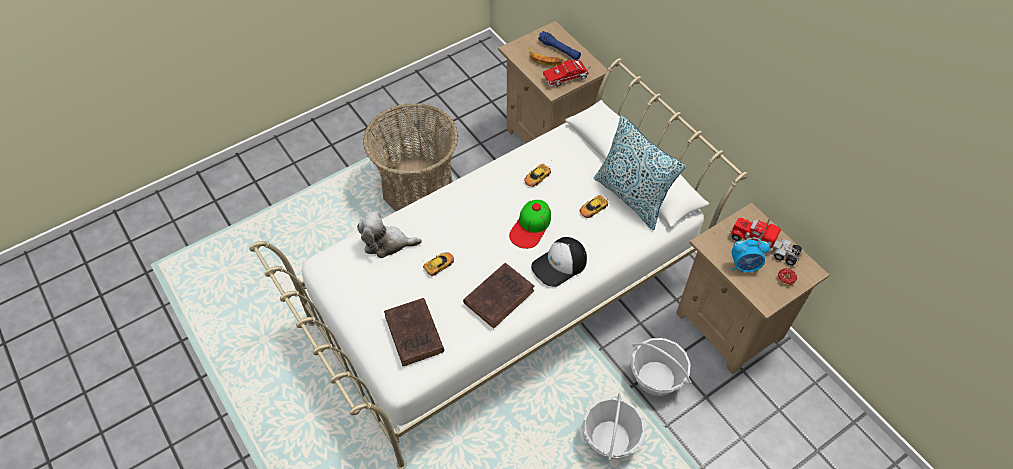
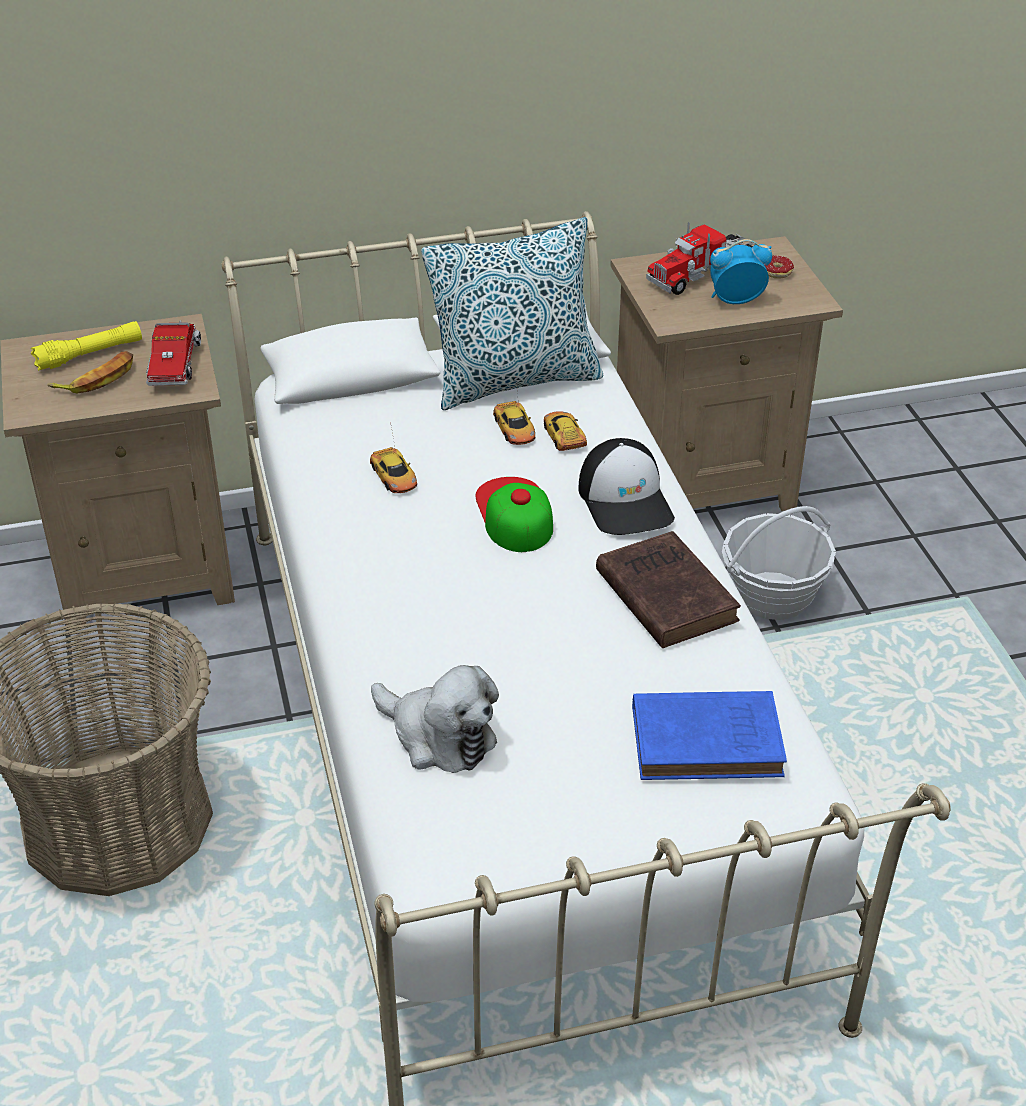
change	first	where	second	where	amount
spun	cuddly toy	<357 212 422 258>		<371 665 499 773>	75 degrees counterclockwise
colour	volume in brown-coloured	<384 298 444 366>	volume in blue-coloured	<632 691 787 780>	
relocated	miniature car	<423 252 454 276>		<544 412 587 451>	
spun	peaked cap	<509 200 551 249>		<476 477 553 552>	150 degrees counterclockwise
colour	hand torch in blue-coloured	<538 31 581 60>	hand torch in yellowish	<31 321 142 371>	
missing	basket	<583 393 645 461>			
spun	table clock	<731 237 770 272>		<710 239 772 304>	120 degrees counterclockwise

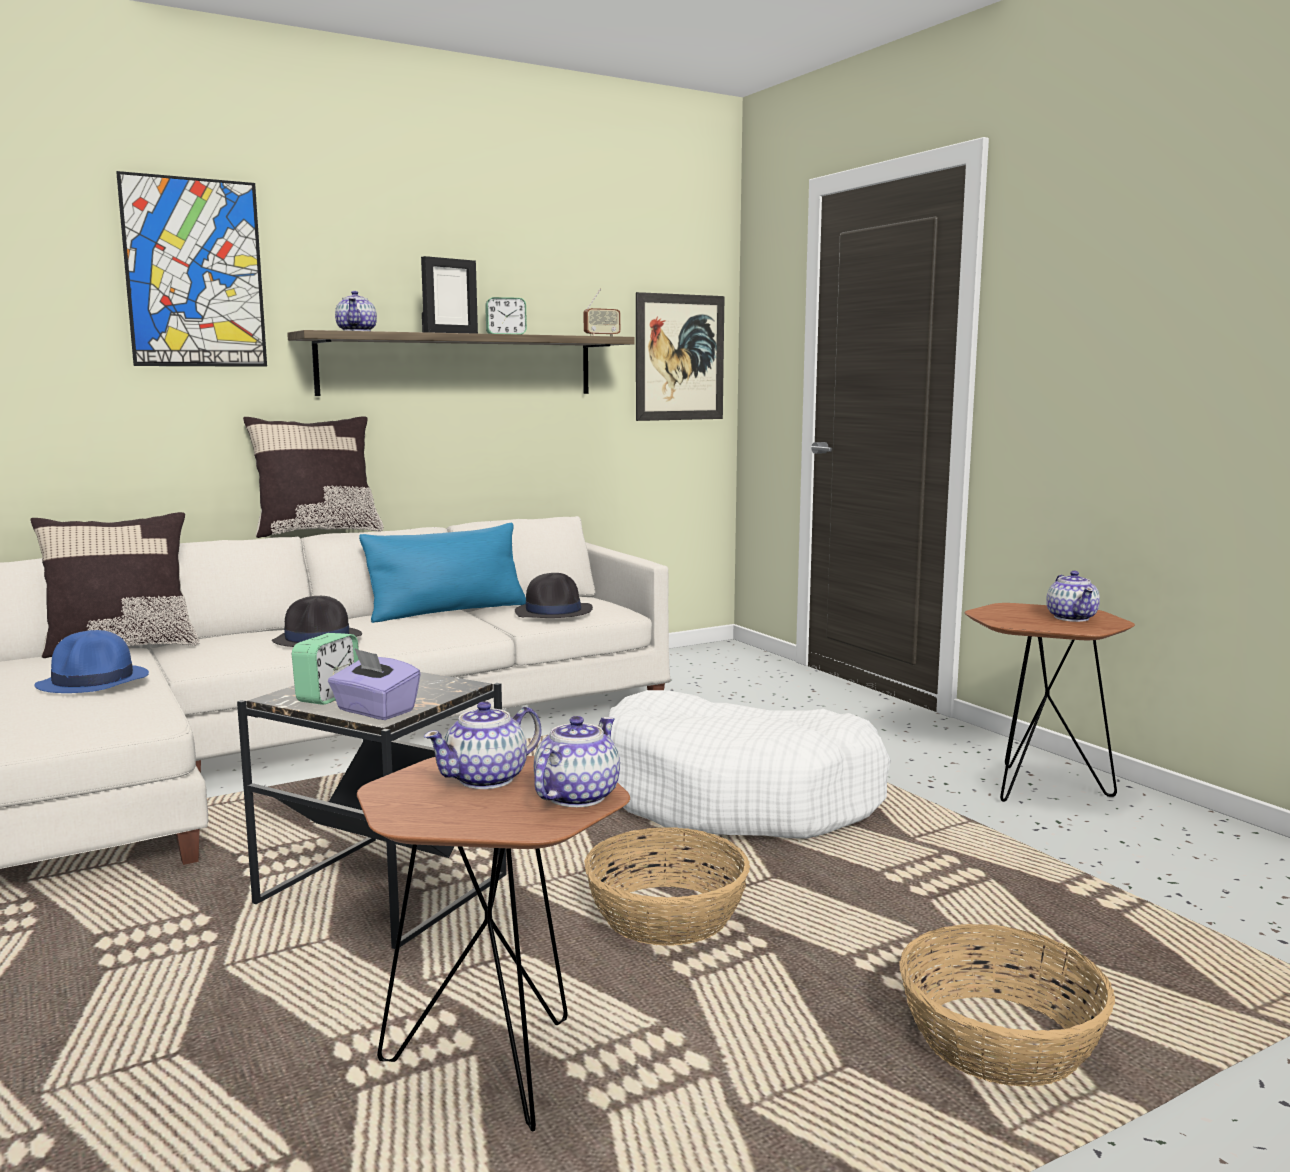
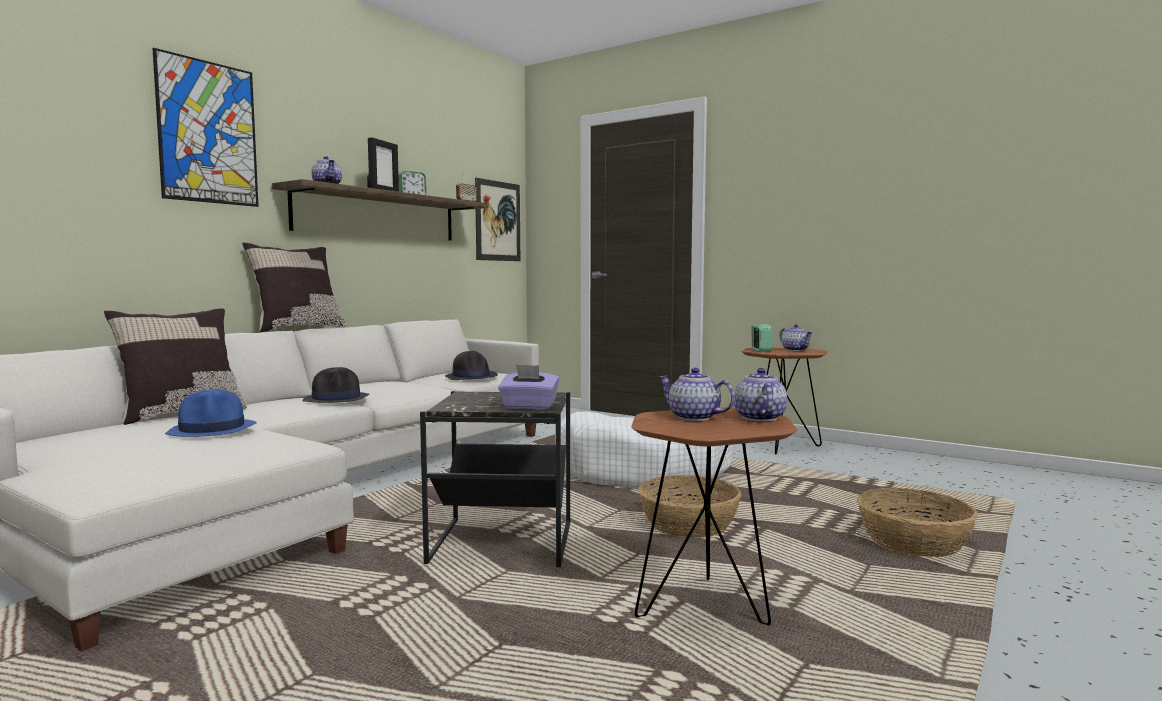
change	first	where	second	where	amount
relocated	table clock	<292 633 359 705>		<752 324 773 352>	
missing	pillow in blue-coloured	<359 523 526 623>			
spun	tea pot	<424 701 542 789>		<658 368 735 421>	105 degrees clockwise

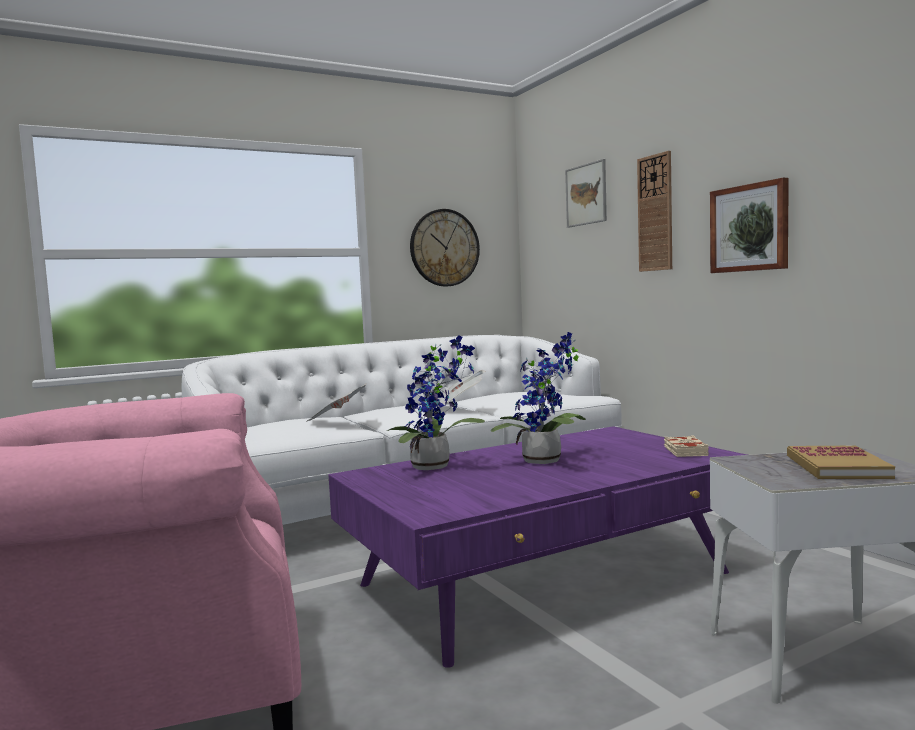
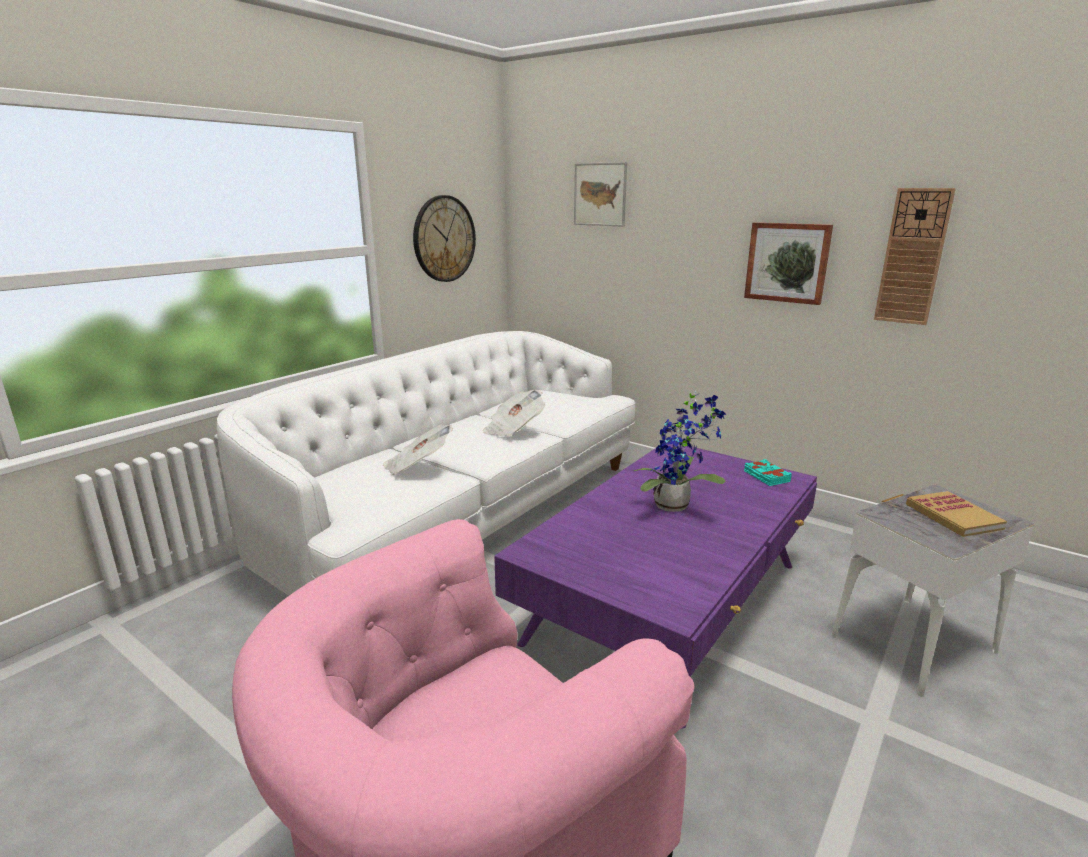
change	first	where	second	where	amount
missing	houseplant	<387 335 485 470>			
relocated	wall clock	<637 151 672 272>		<874 188 956 325>	
colour	volume in beige	<664 436 709 457>	volume in turquoise-coloured	<744 459 792 486>	

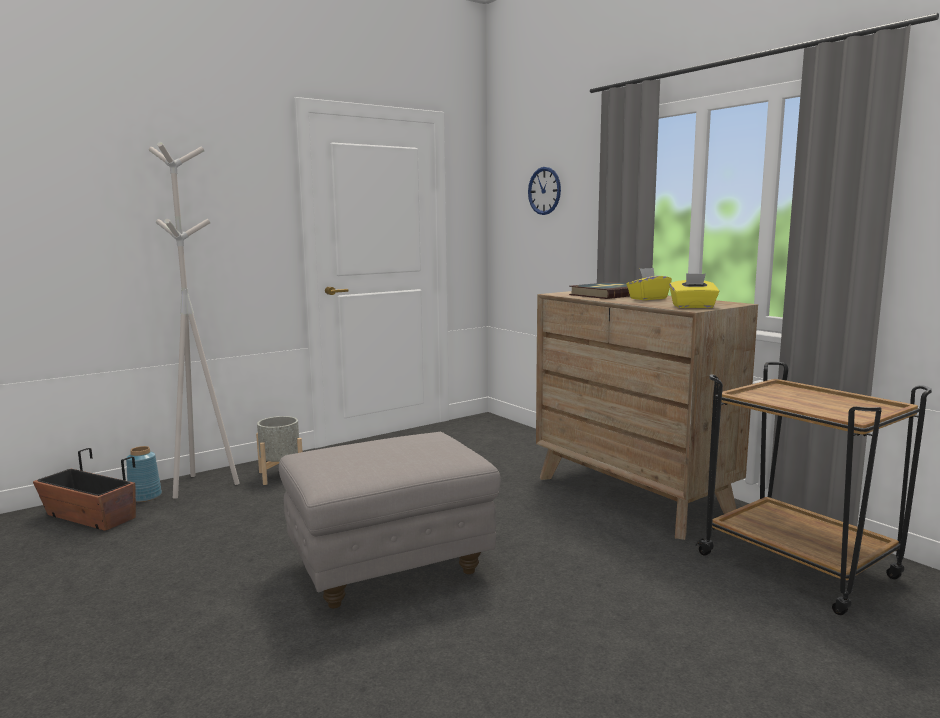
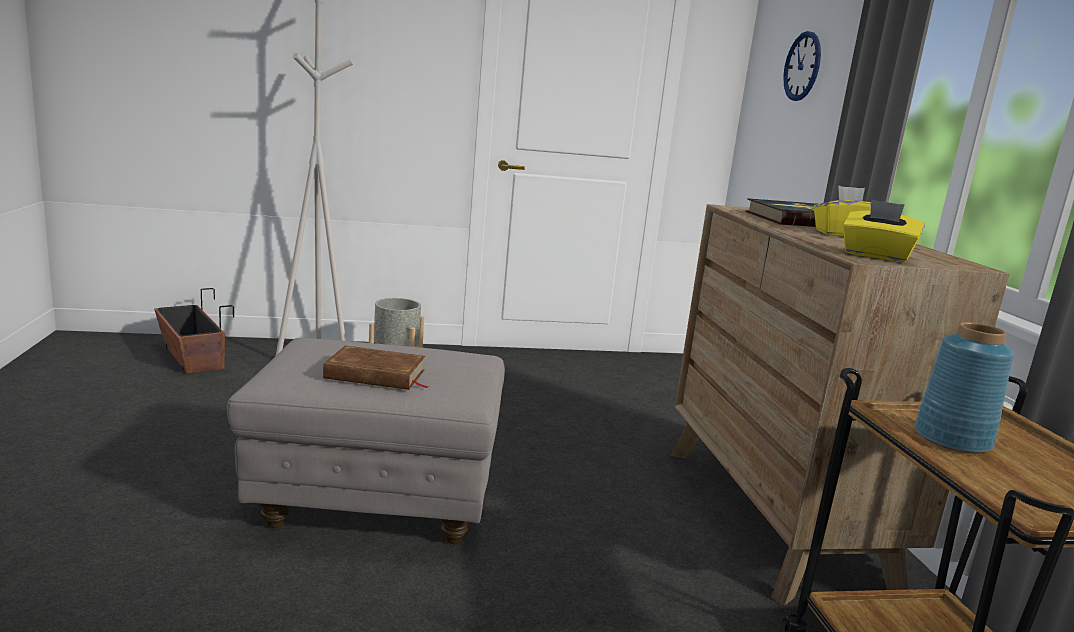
change	first	where	second	where	amount
relocated	decorative vase in blue-coloured	<126 446 162 502>		<914 322 1014 454>	
appeared			volume in brown-coloured	<323 346 429 390>	

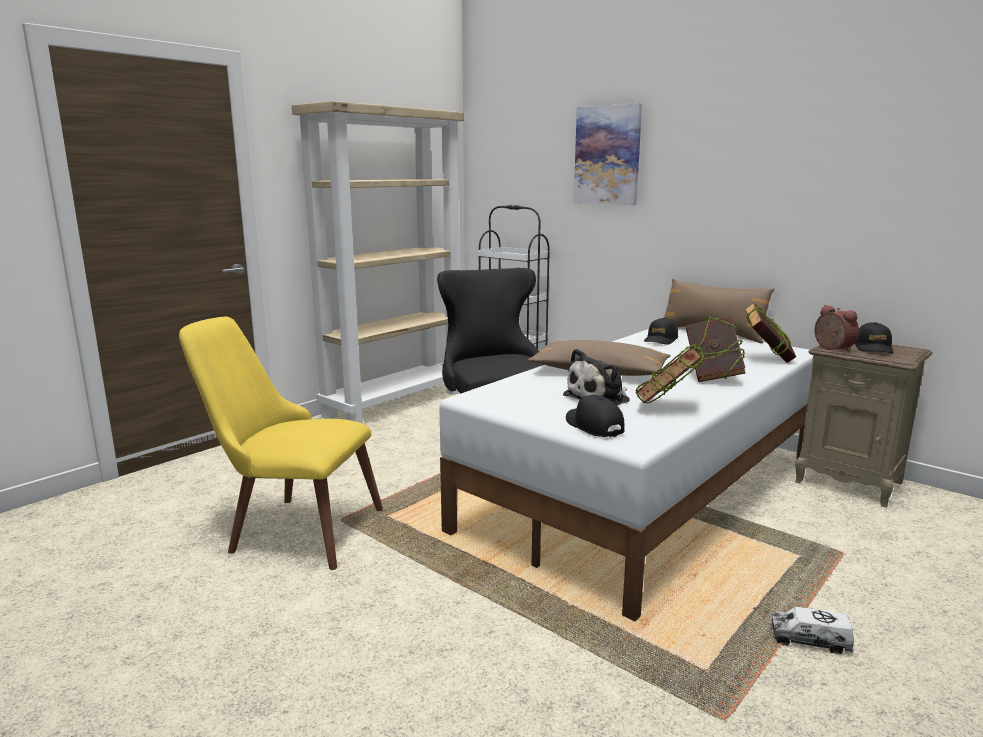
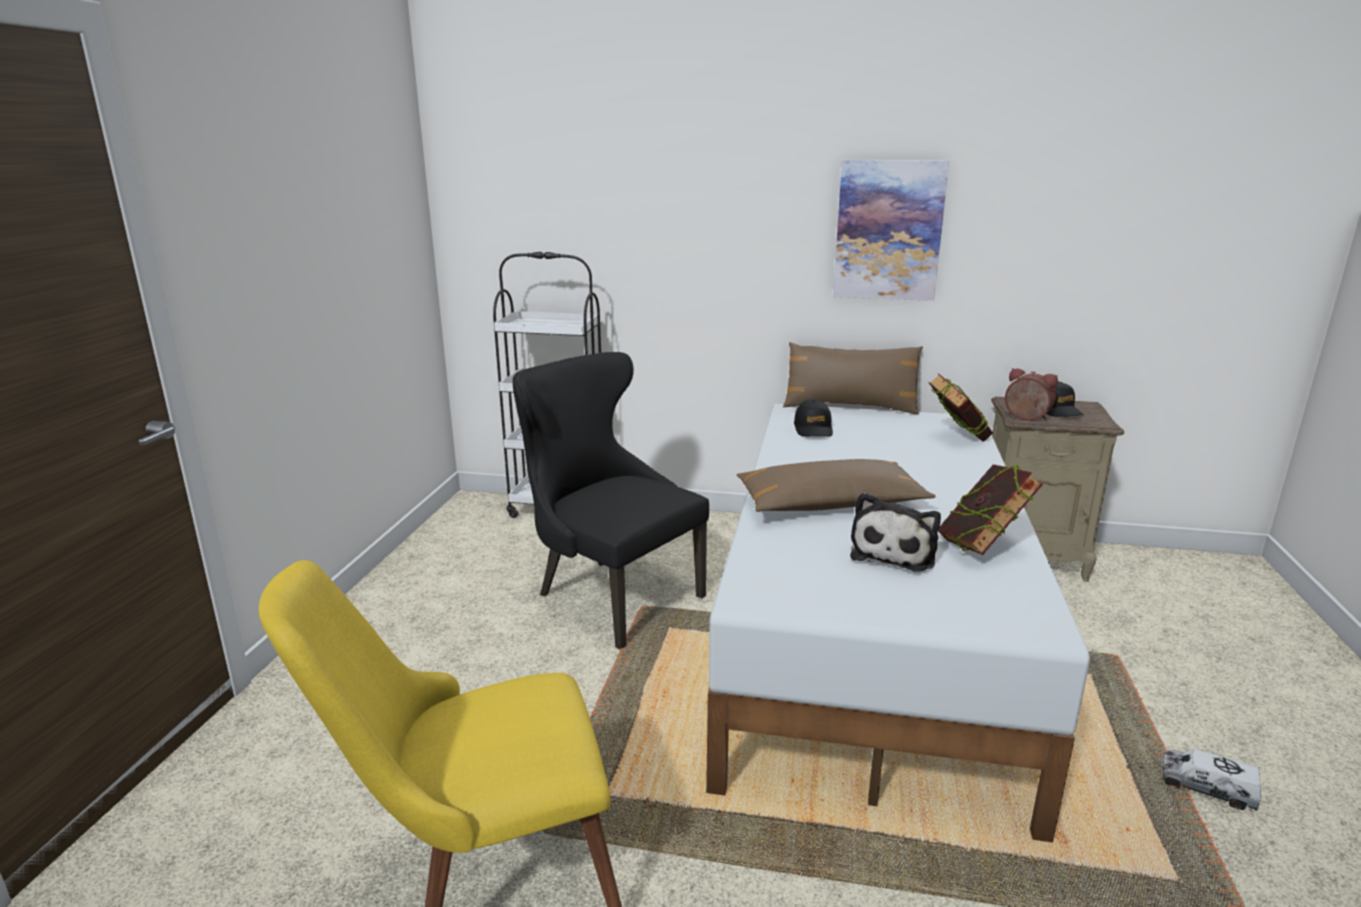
change	first	where	second	where	amount
missing	bookshelf in beige	<292 101 464 423>			
missing	peaked cap in blackish	<566 395 625 437>			
relocated	picture	<574 103 642 205>		<833 160 949 301>	
missing	volume	<686 316 745 382>			
spun	toy lorry	<770 607 854 654>		<1161 749 1261 811>	45 degrees clockwise

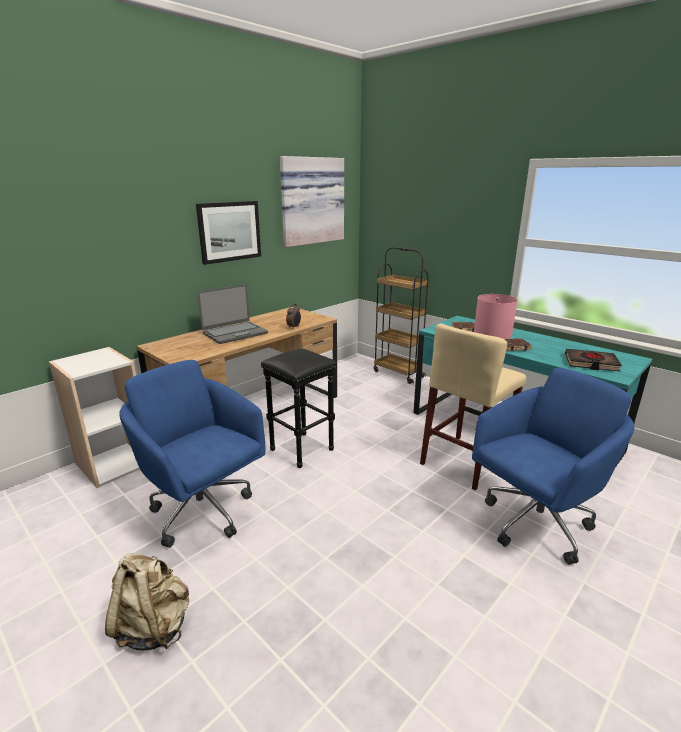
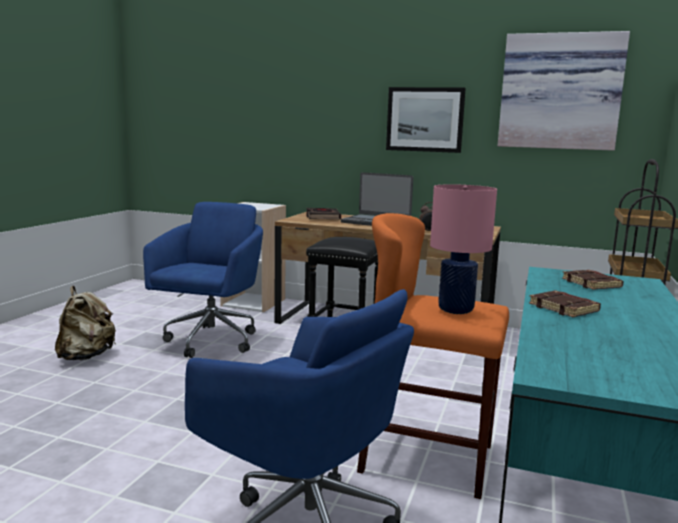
change	first	where	second	where	amount
colour	stool in beige	<420 324 526 490>	stool in orangey	<357 213 509 499>	
relocated	volume in blackish	<565 349 622 371>		<306 208 341 220>	

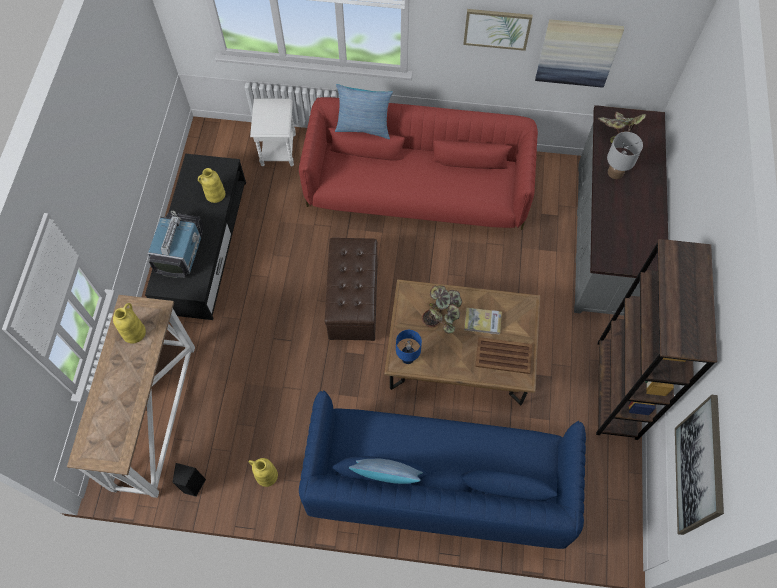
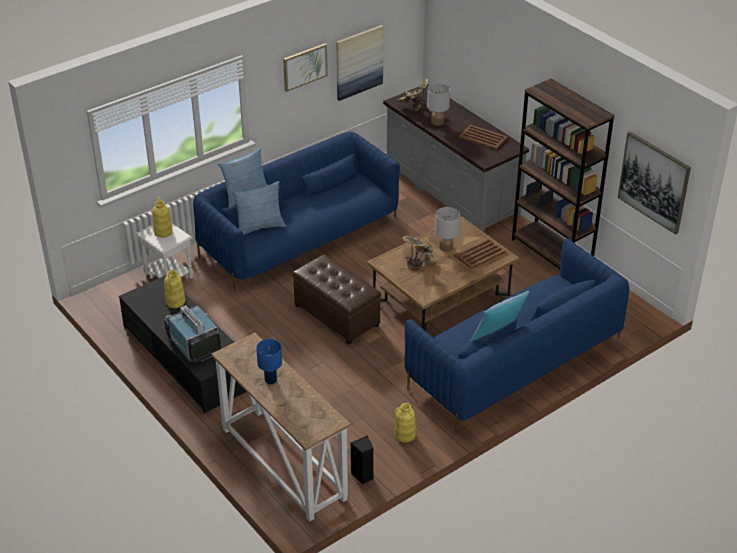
change	first	where	second	where	amount
relocated	decorative vase in yellowish	<113 303 146 343>		<153 197 173 238>	
colour	sofa in reddish	<299 97 538 230>	sofa in blue-coloured	<193 132 400 291>	
relocated	lamp for a table in blue-coloured	<396 330 422 364>		<256 339 282 384>	
exchanged	volume	<464 308 502 335>	lamp for a table in greyish	<435 207 460 252>	
appeared			pillow	<231 181 286 235>	
appeared			carrying tray in brown-coloured	<459 125 508 150>	

